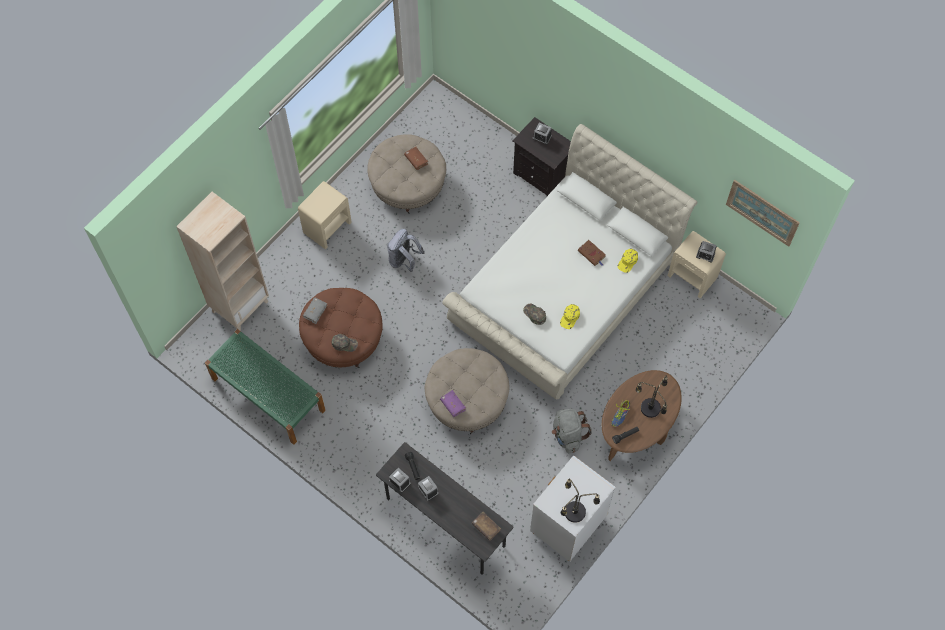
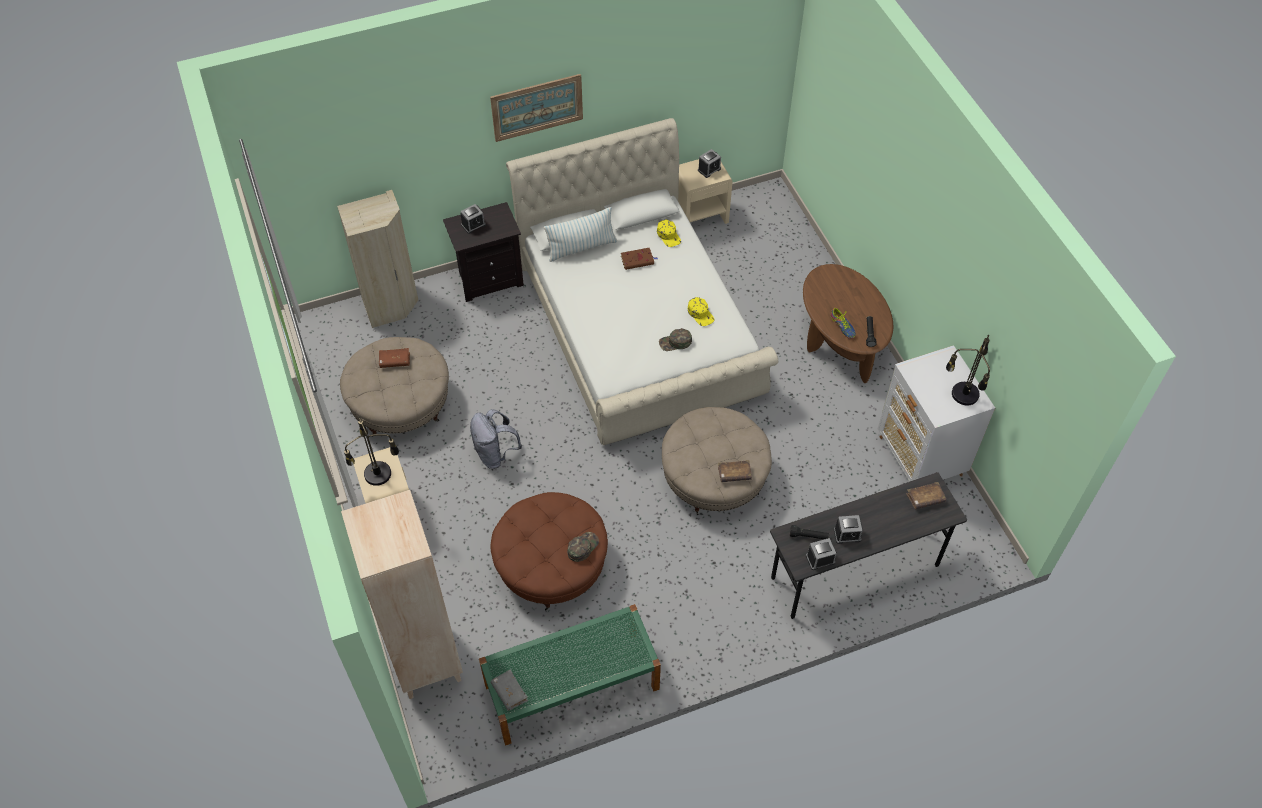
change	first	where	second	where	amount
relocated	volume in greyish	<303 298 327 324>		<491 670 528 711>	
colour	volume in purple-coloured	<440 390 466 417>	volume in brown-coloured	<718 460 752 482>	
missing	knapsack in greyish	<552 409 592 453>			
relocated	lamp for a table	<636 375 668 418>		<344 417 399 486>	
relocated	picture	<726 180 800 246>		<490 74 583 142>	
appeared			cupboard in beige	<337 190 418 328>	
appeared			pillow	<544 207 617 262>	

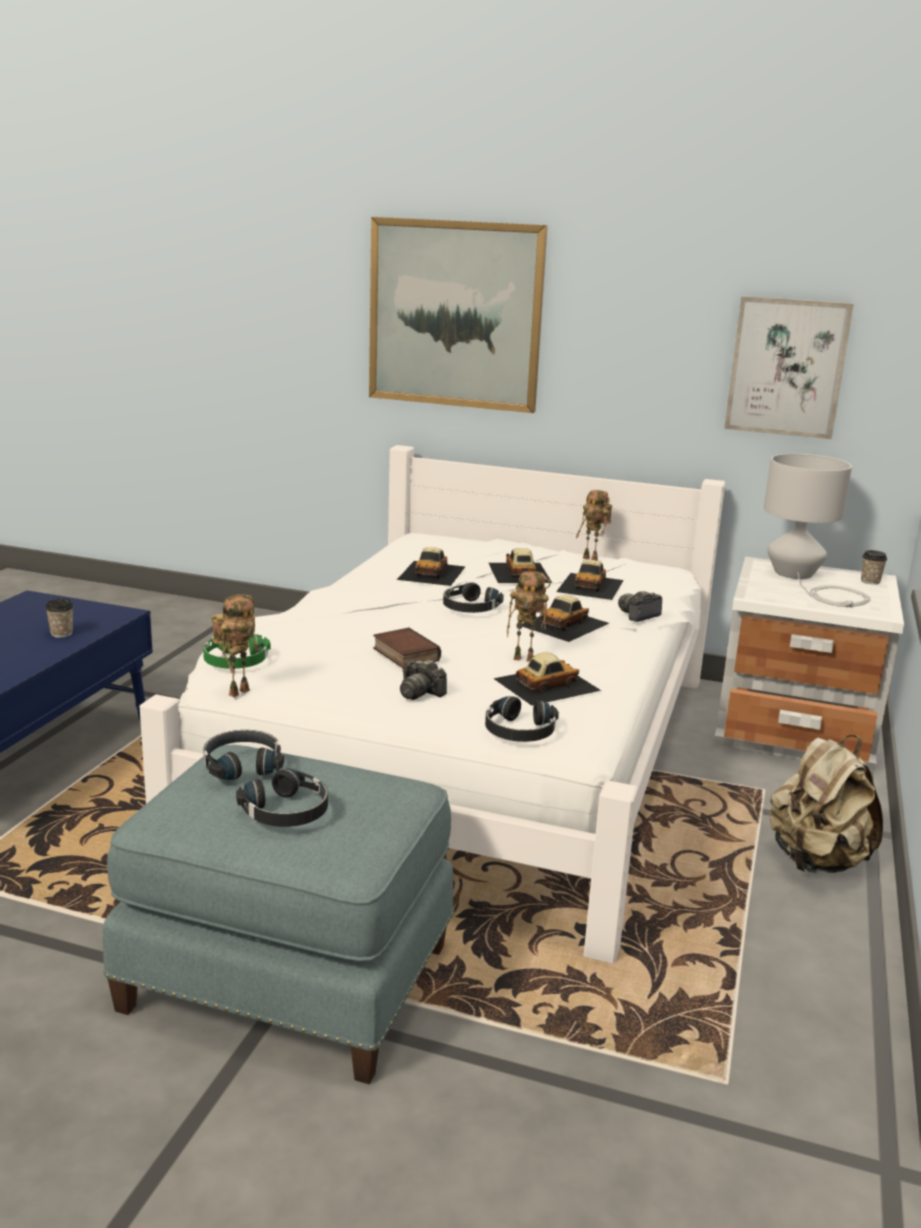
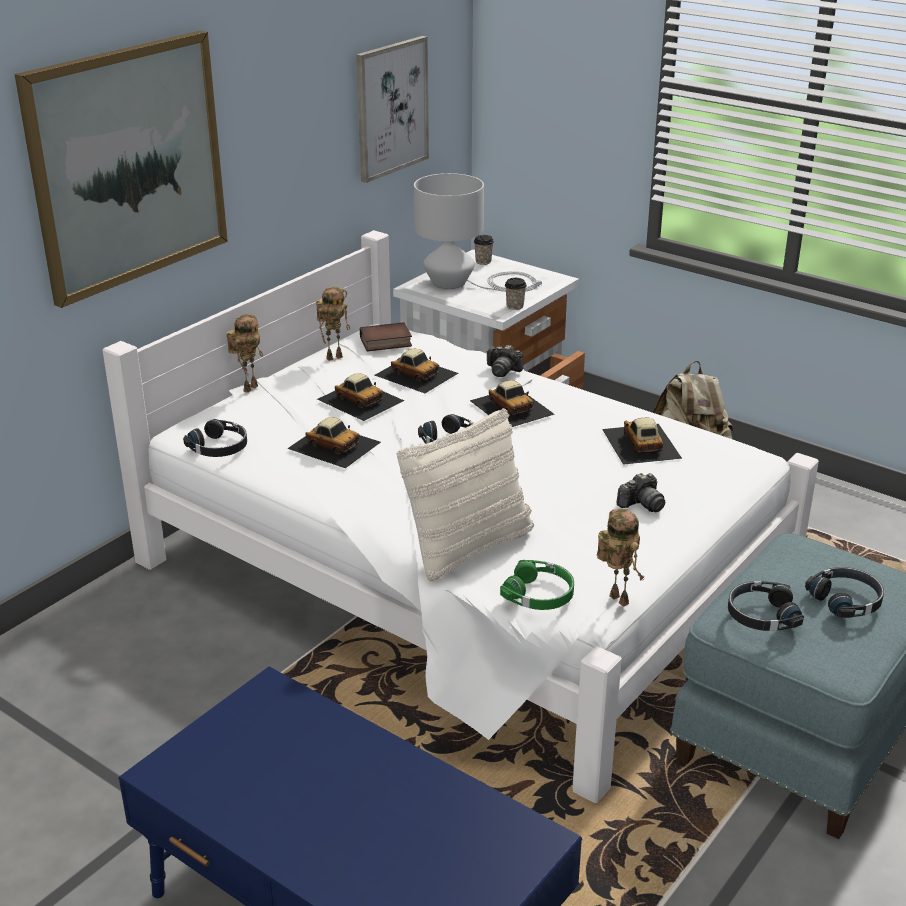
change	first	where	second	where	amount
relocated	small cup	<45 598 74 638>		<505 278 527 310>	
relocated	volume	<373 628 441 668>		<360 322 412 352>	
relocated	headphones in blackish	<485 696 559 742>		<183 419 247 457>	
spun	miniature car	<489 548 552 583>		<317 373 404 421>	150 degrees counterclockwise
relocated	robot figure	<507 571 550 662>		<226 314 263 393>	
spun	still camera	<618 591 662 622>		<486 345 523 377>	45 degrees counterclockwise
appeared			pillow in beige	<396 408 534 581>	

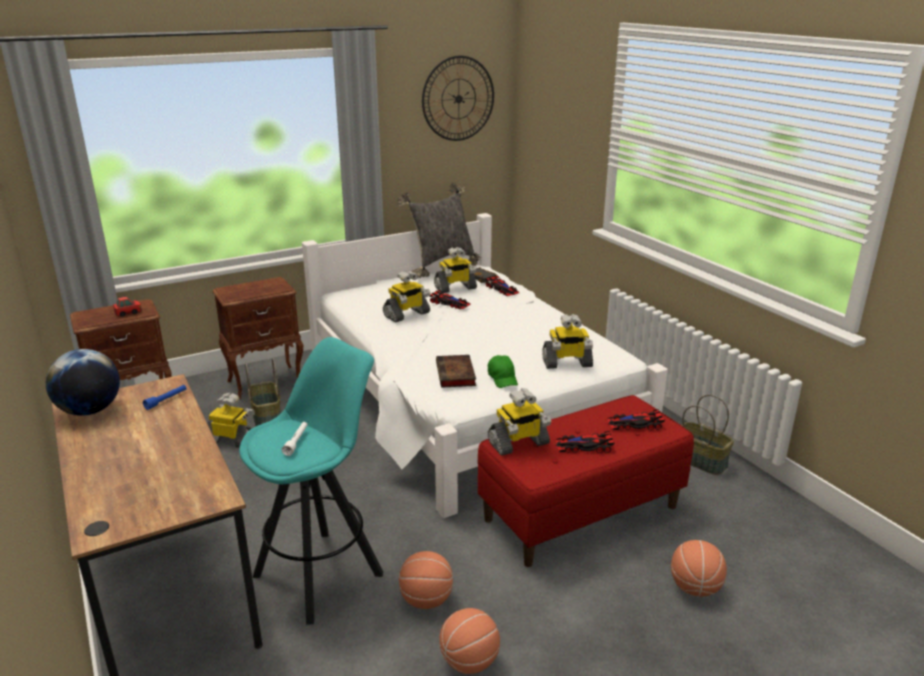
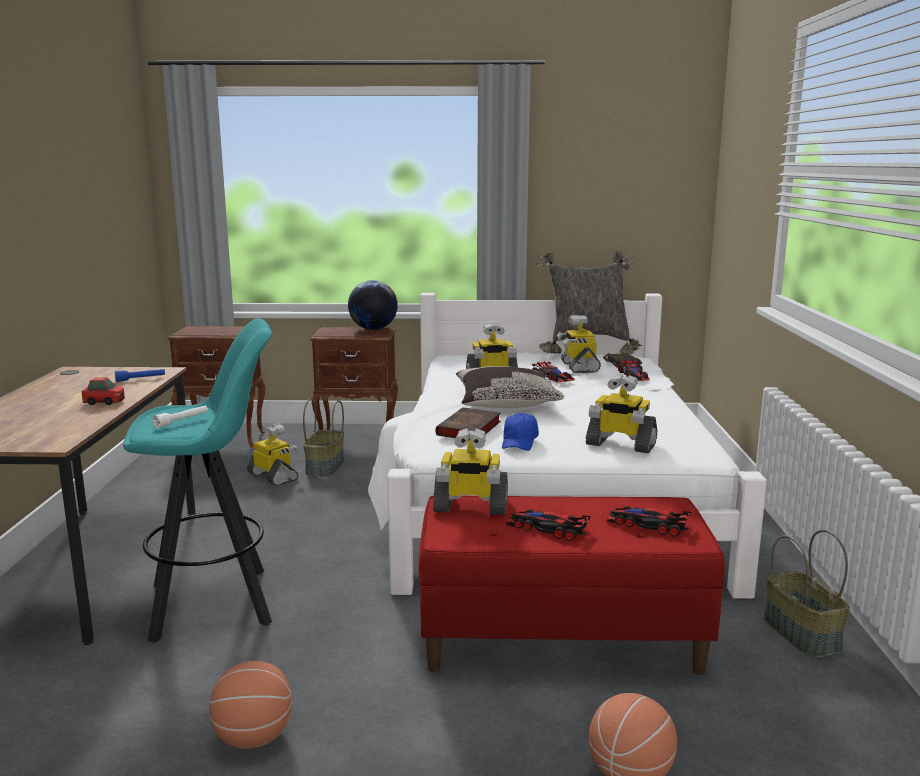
change	first	where	second	where	amount
relocated	desk globe	<46 349 120 416>		<348 280 398 330>	
relocated	miniature car	<113 296 142 317>		<82 377 125 405>	
missing	basketball	<399 551 453 609>			
missing	wall clock	<422 56 494 141>			
spun	robot figure	<434 247 477 293>		<557 315 601 373>	75 degrees clockwise
colour	peaked cap in green-coloured	<488 355 518 388>	peaked cap in blue-coloured	<502 413 539 451>	
appeared			pillow	<456 366 564 408>	

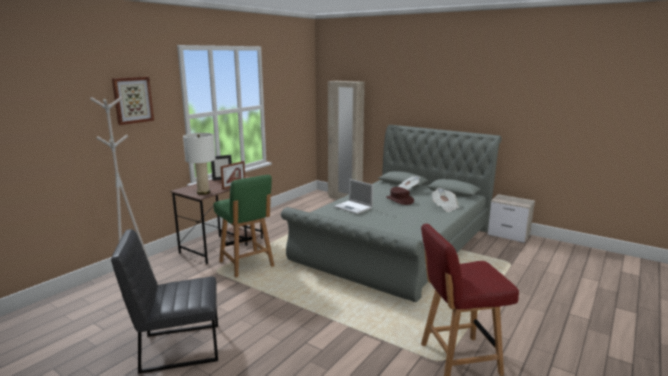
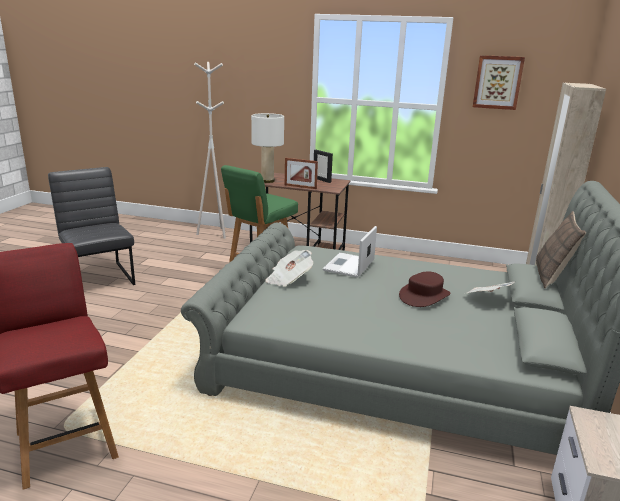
change	first	where	second	where	amount
relocated	picture	<112 77 154 125>		<473 55 525 110>	
relocated	printed paper	<432 188 459 212>		<266 250 313 287>	
appeared			pillow	<536 211 586 289>	

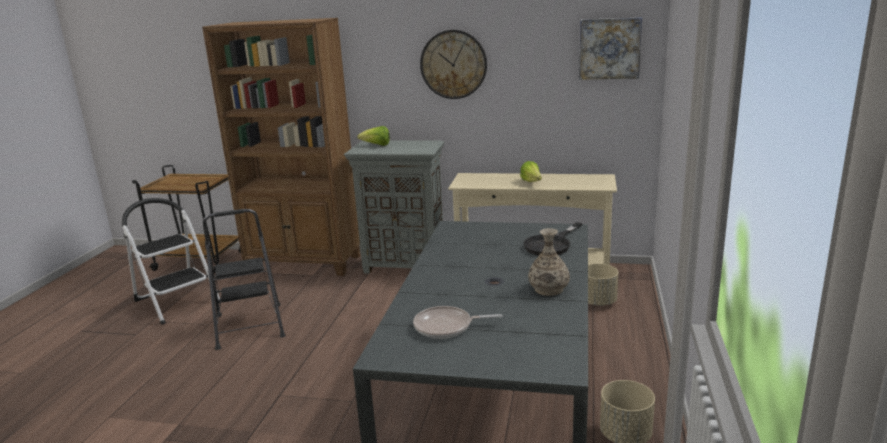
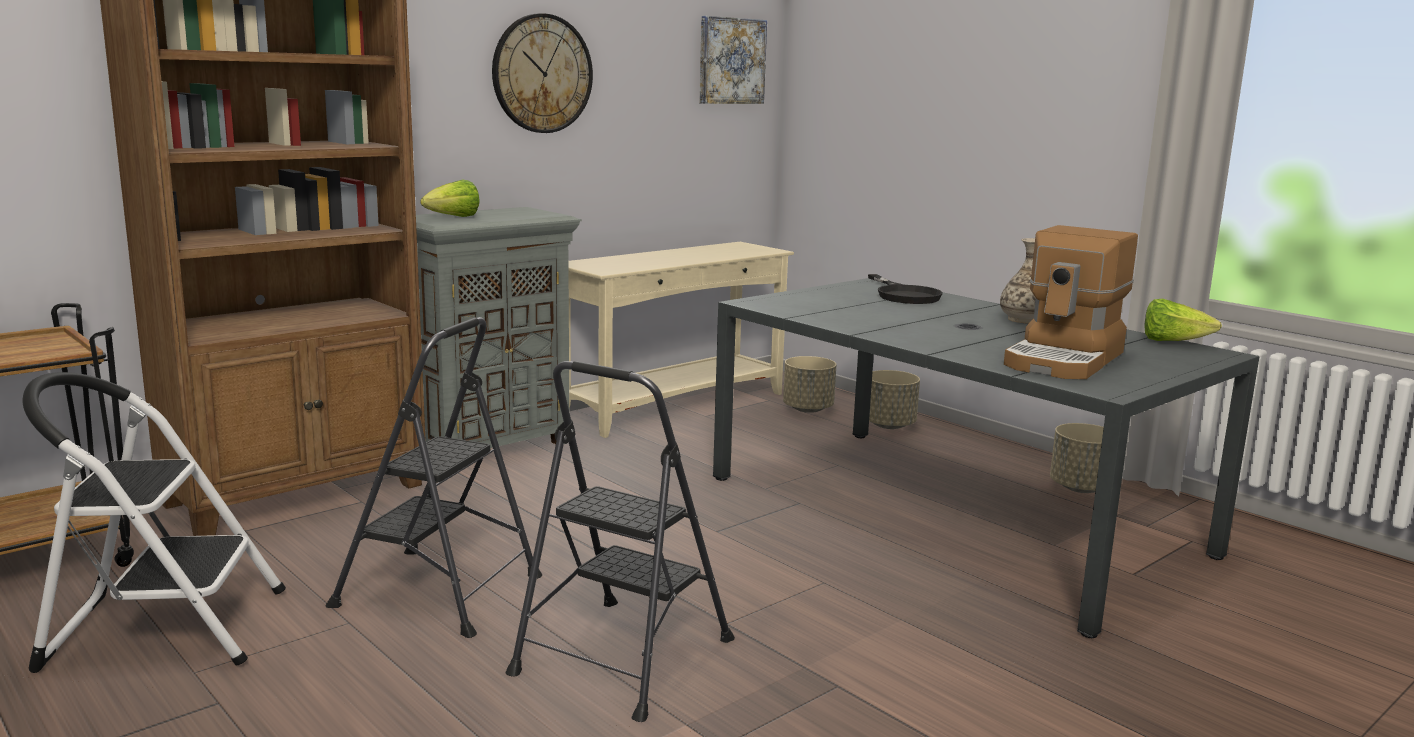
change	first	where	second	where	amount
exchanged	pan	<413 306 502 339>	coffee machine	<1004 225 1138 379>	
relocated	lettuce	<520 161 542 182>		<1145 299 1222 341>	
appeared			stepladder in blackish	<505 361 735 722>	
appeared			planter in beige	<869 370 920 429>	

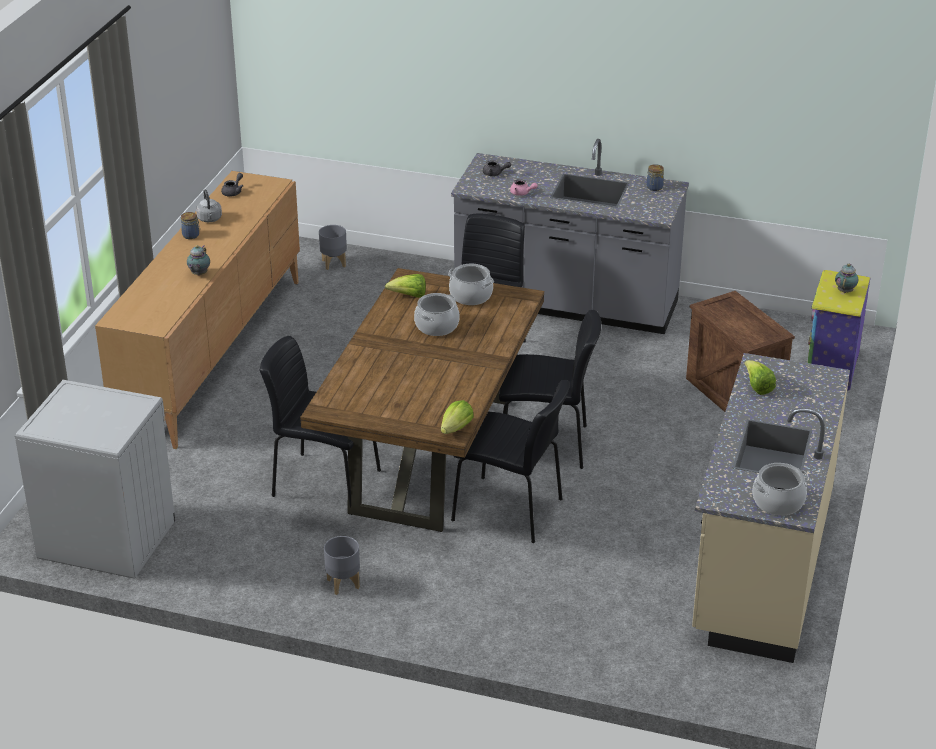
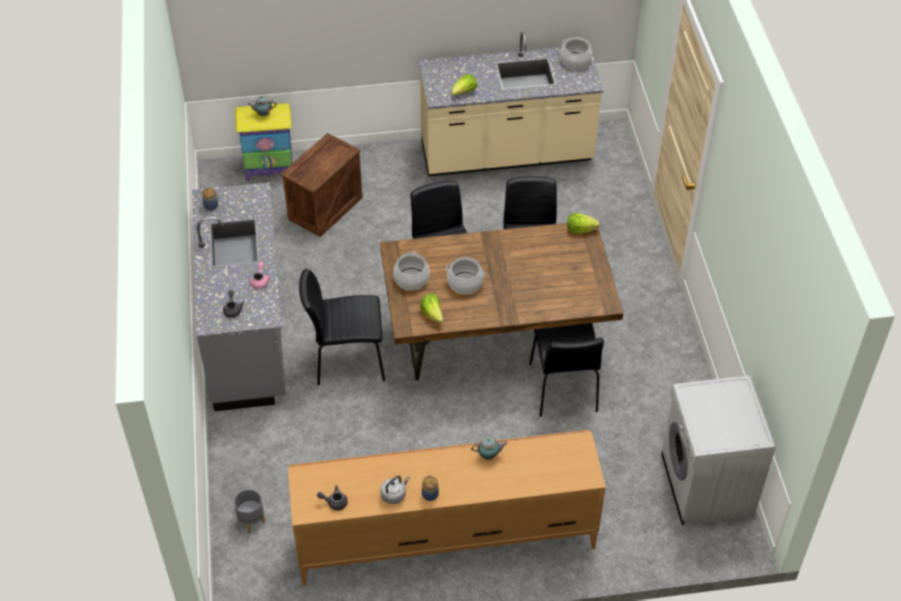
change	first	where	second	where	amount
missing	planter in greyish	<324 536 360 595>			

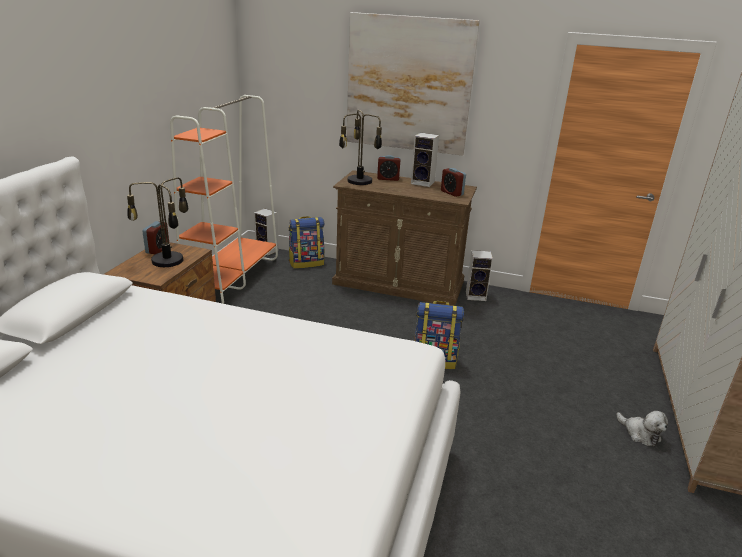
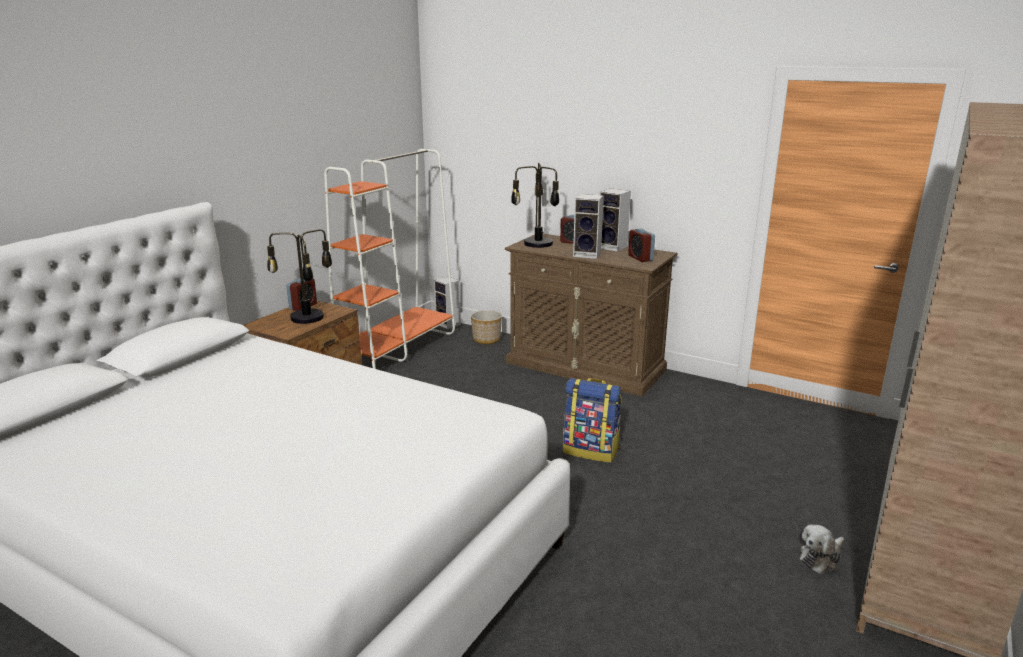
change	first	where	second	where	amount
exchanged	knapsack	<289 216 325 269>	planter	<471 310 502 344>	
missing	picture	<347 12 480 156>			
relocated	speaker	<466 250 493 301>		<573 194 604 259>	
spun	cuddly toy	<617 411 668 447>		<800 524 844 574>	75 degrees clockwise

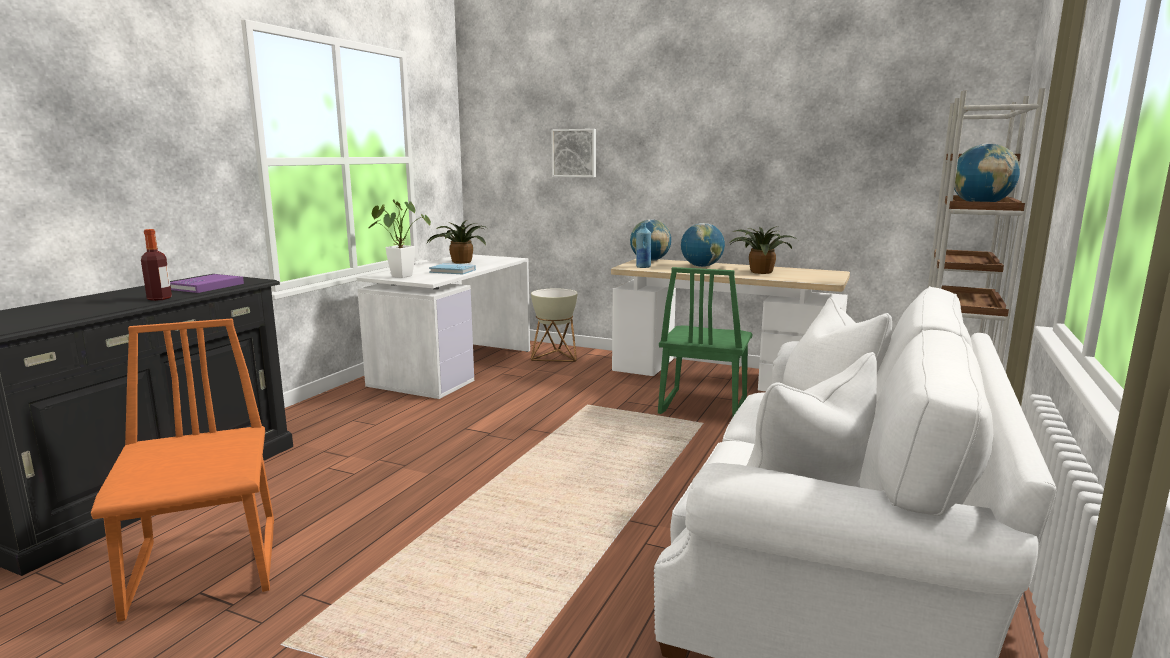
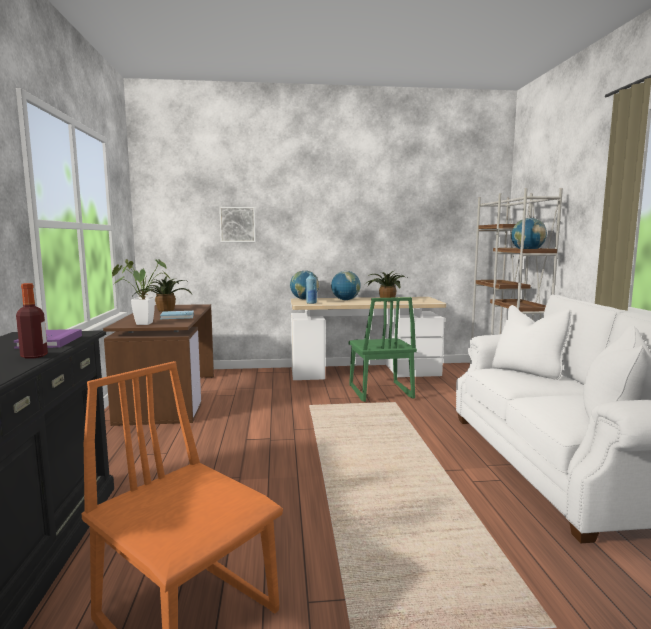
change	first	where	second	where	amount
colour	desk in whitish	<357 255 530 399>	desk in brown-coloured	<103 304 214 426>	
missing	planter	<531 289 578 362>			

